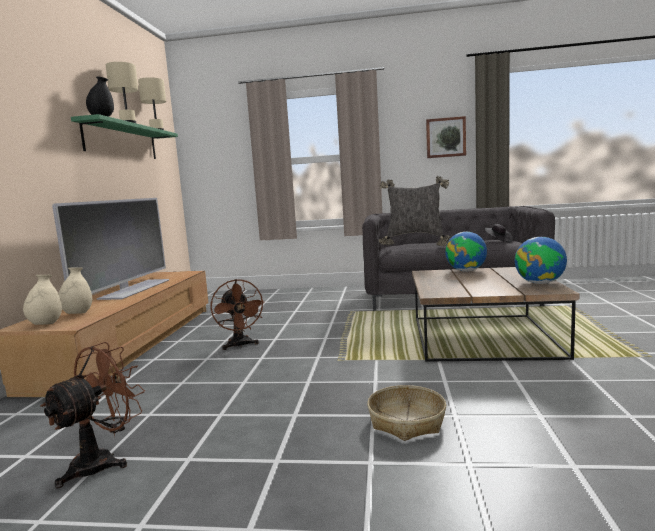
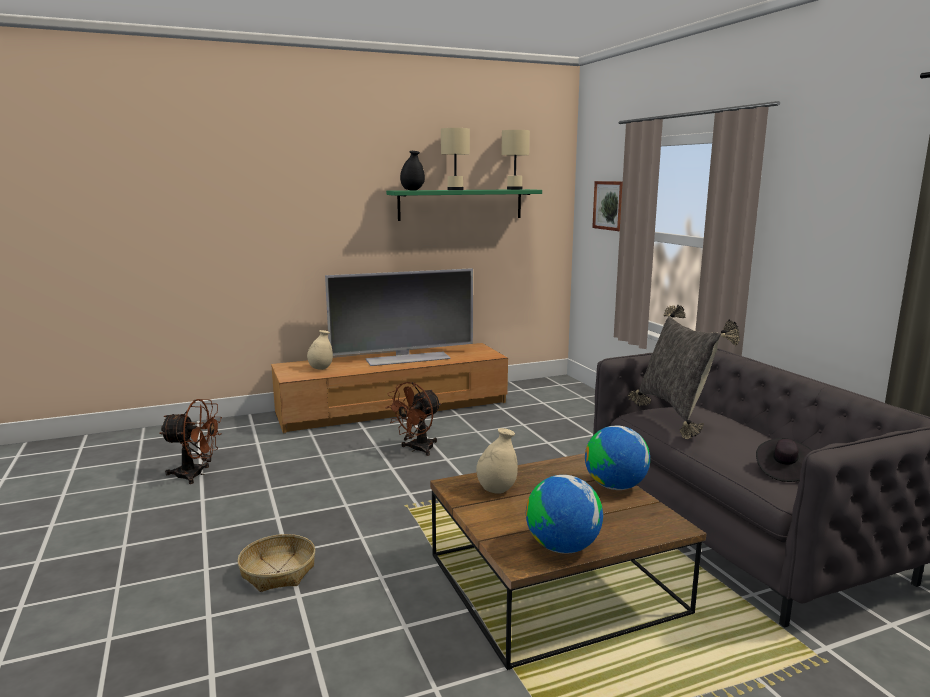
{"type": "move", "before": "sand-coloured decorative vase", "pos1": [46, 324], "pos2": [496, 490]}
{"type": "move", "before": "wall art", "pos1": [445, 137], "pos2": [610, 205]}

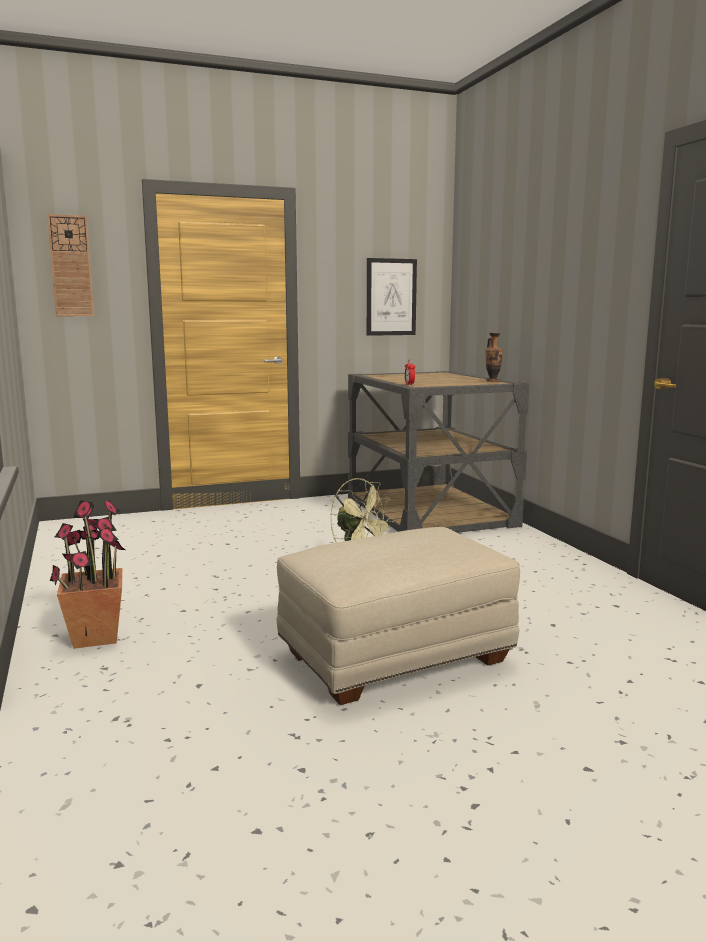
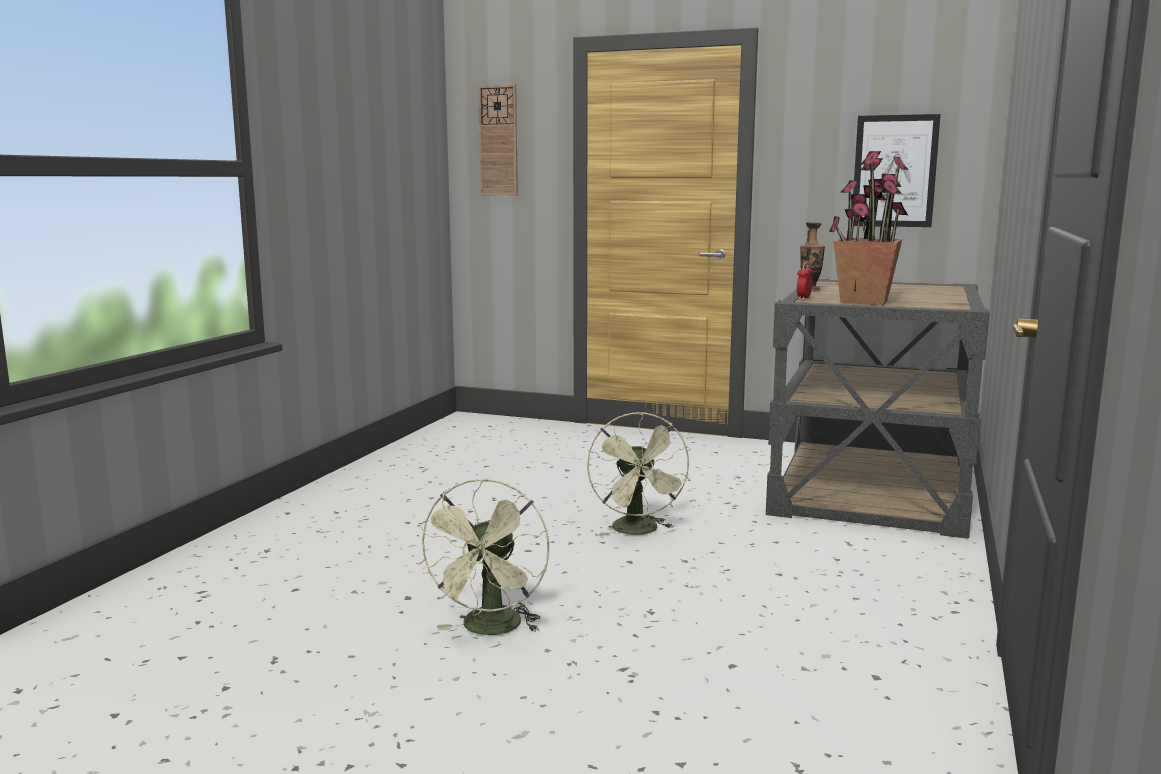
{"type": "move", "before": "plant in a pot", "pos1": [95, 637], "pos2": [864, 301]}
{"type": "replace", "before": "sand-coloured pouffe", "after": "greenish electric fan", "pos1": [396, 656], "pos2": [490, 630]}
{"type": "move", "before": "decorative vase", "pos1": [492, 381], "pos2": [810, 289]}

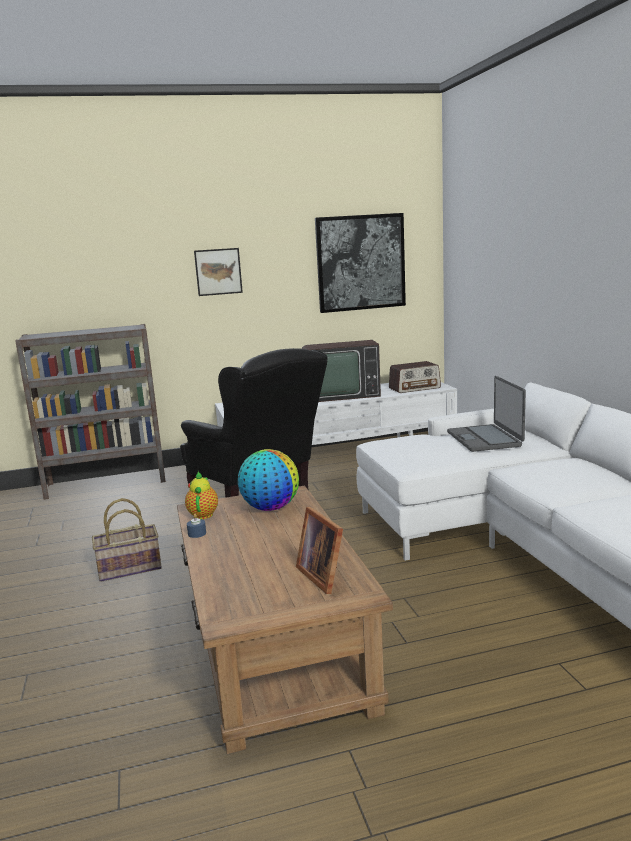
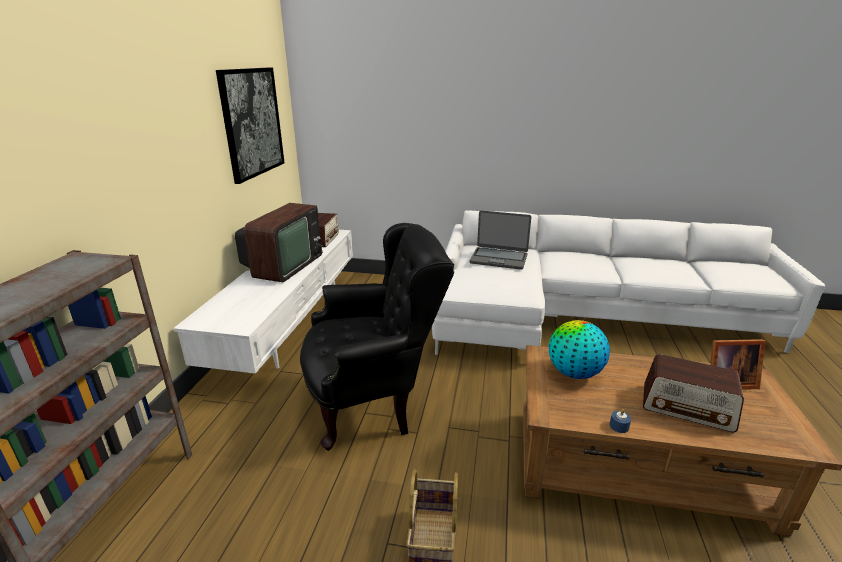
{"type": "delete", "before": "tea pot", "pos1": [203, 514]}
{"type": "delete", "before": "wall art", "pos1": [218, 271]}
{"type": "insert", "after": "radio receiver", "pos2": [687, 408]}

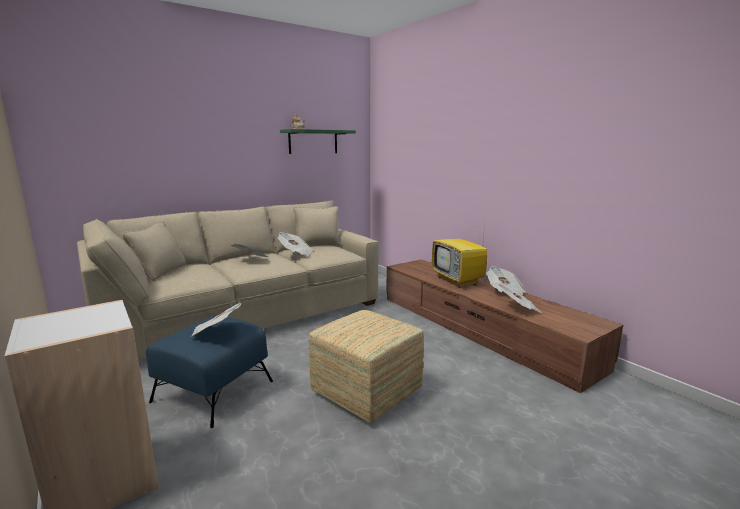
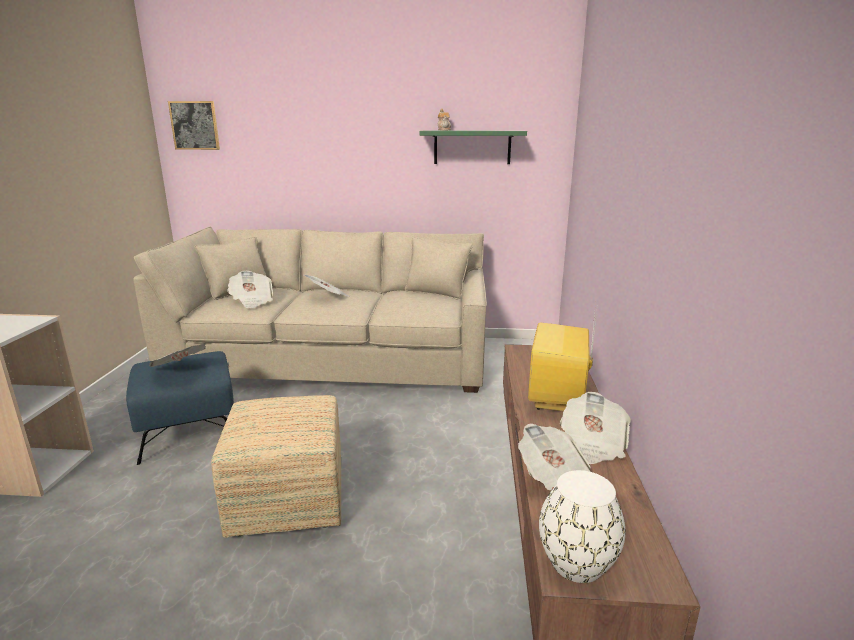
{"type": "move", "before": "printed paper", "pos1": [296, 253], "pos2": [252, 301]}
{"type": "insert", "after": "wall art", "pos2": [195, 125]}
{"type": "insert", "after": "white-coloured decorative vase", "pos2": [577, 564]}

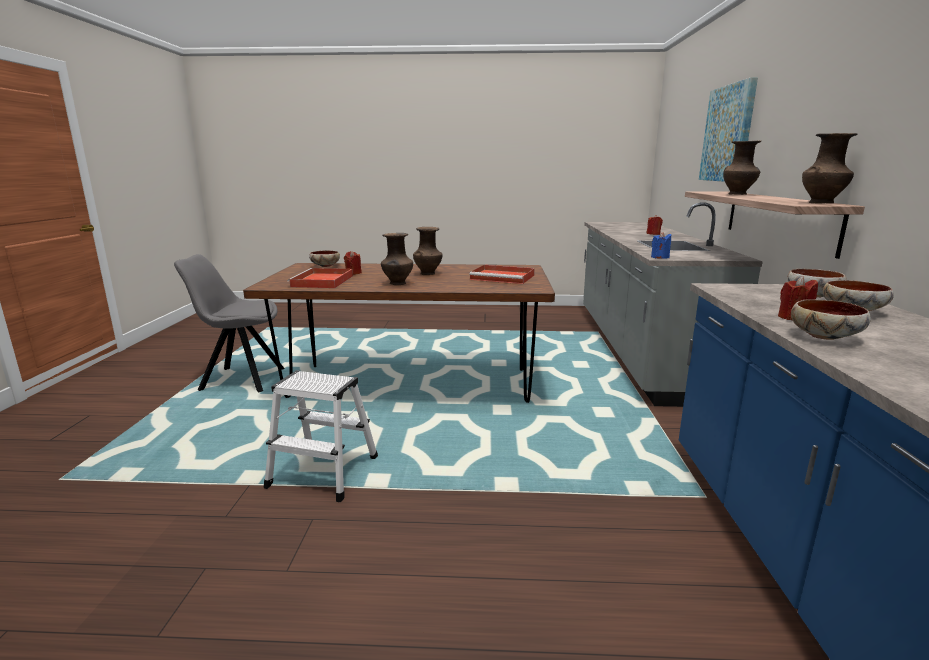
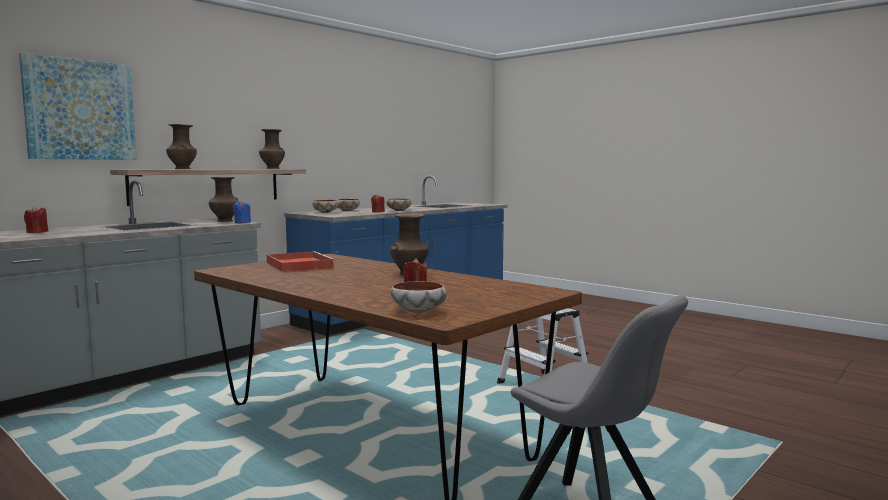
{"type": "delete", "before": "reddish carrying tray", "pos1": [322, 281]}
{"type": "move", "before": "brown-coloured decorative vase", "pos1": [428, 273], "pos2": [224, 221]}

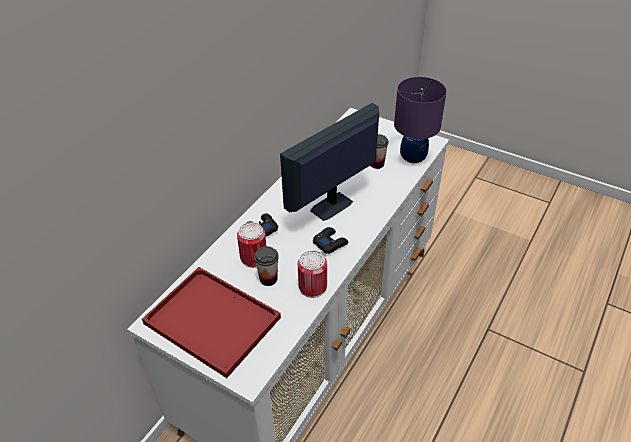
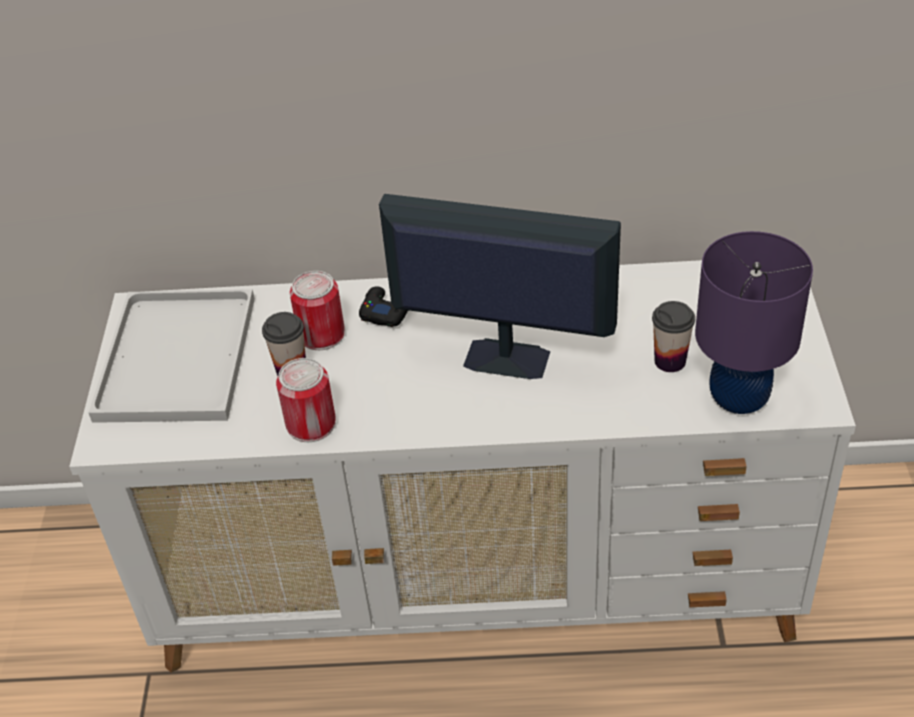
{"type": "recolor", "before": "reddish carrying tray", "after": "white-coloured carrying tray", "pos1": [209, 320], "pos2": [175, 355]}
{"type": "delete", "before": "black game controller", "pos1": [330, 243]}

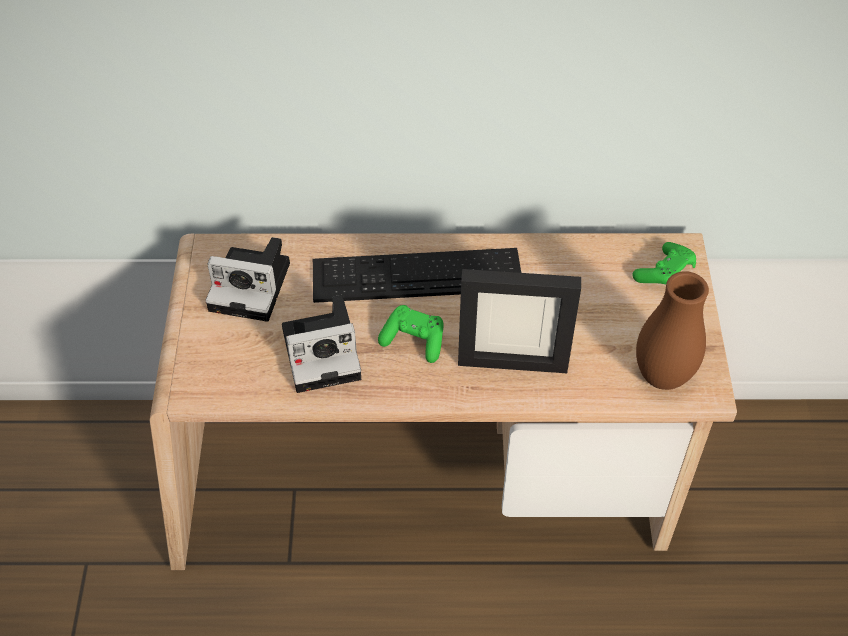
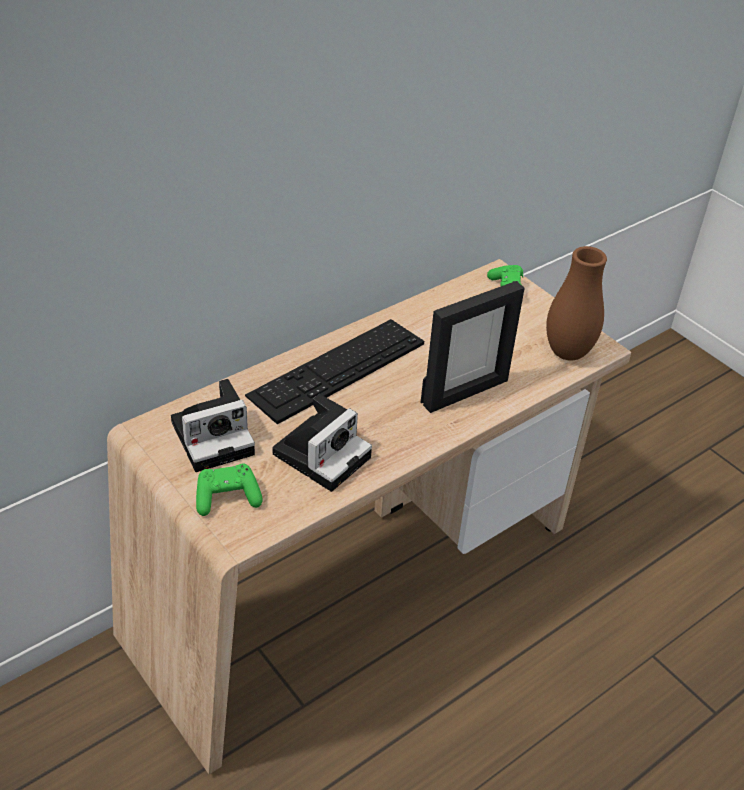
{"type": "move", "before": "greenish game controller", "pos1": [414, 340], "pos2": [227, 498]}

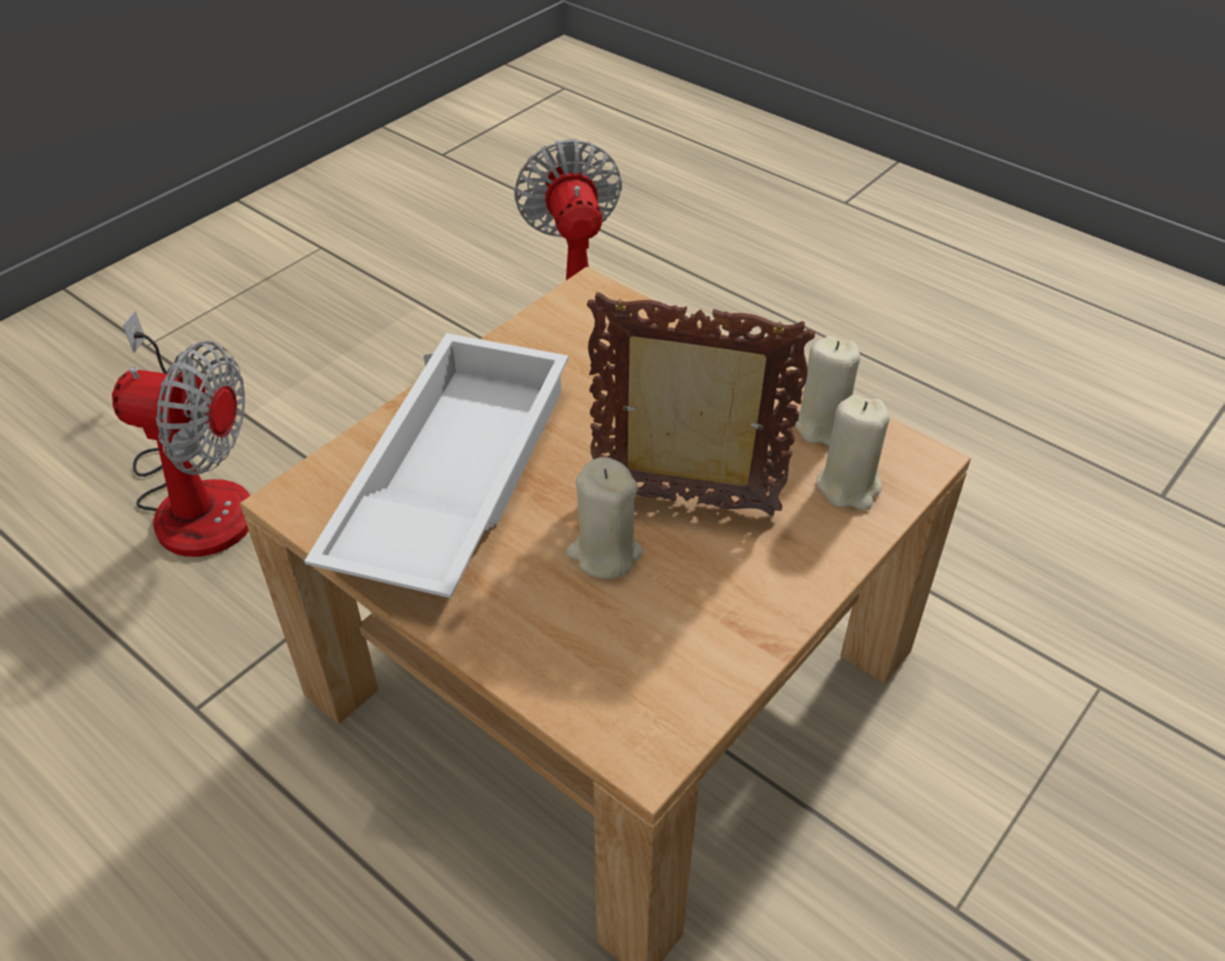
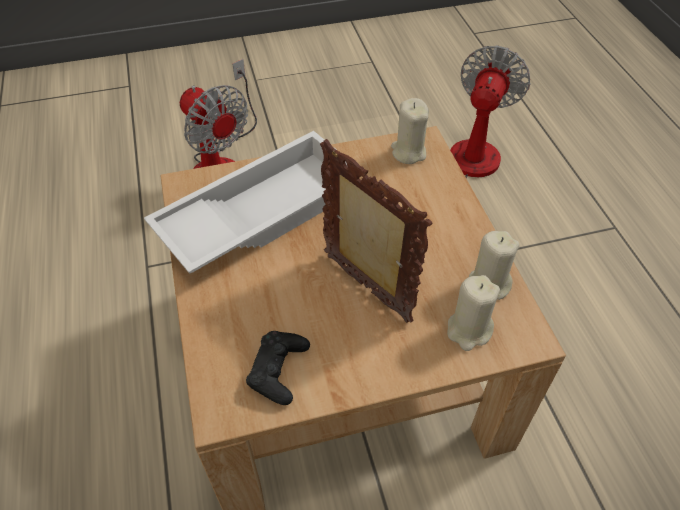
{"type": "move", "before": "sand-coloured wax light", "pos1": [604, 553], "pos2": [408, 152]}
{"type": "insert", "after": "black game controller", "pos2": [278, 370]}

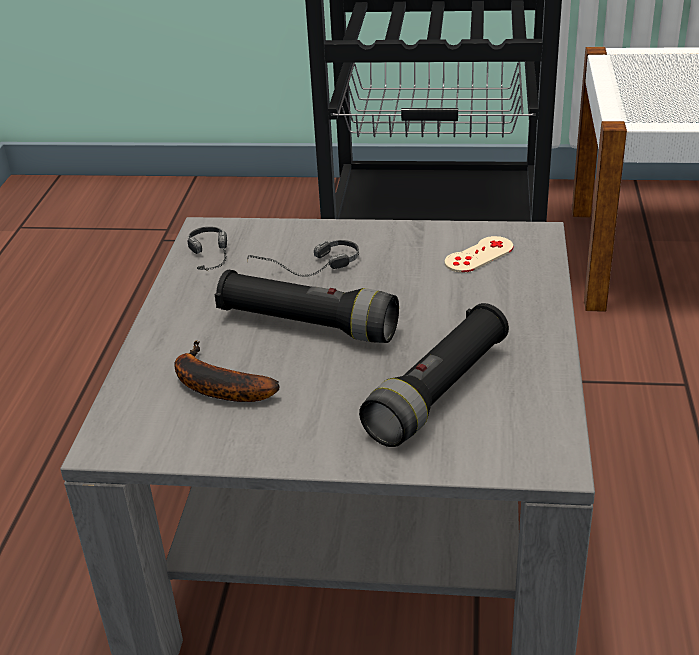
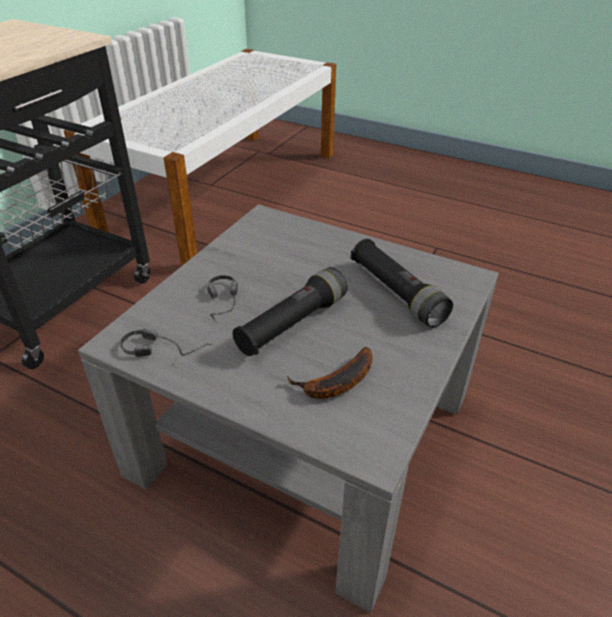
{"type": "delete", "before": "sand-coloured game controller", "pos1": [479, 255]}

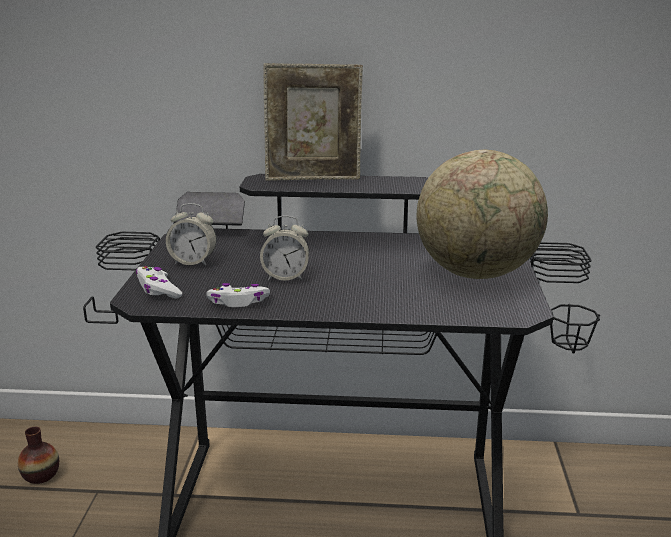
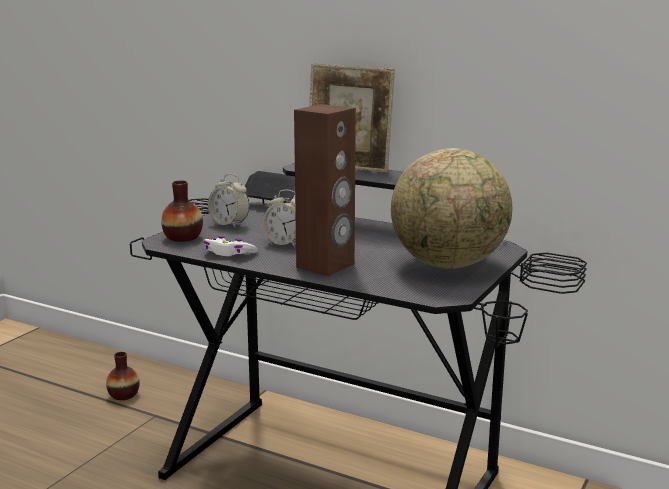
{"type": "replace", "before": "white-coloured game controller", "after": "decorative vase", "pos1": [158, 290], "pos2": [183, 237]}
{"type": "insert", "after": "brown-coloured speaker", "pos2": [326, 266]}

